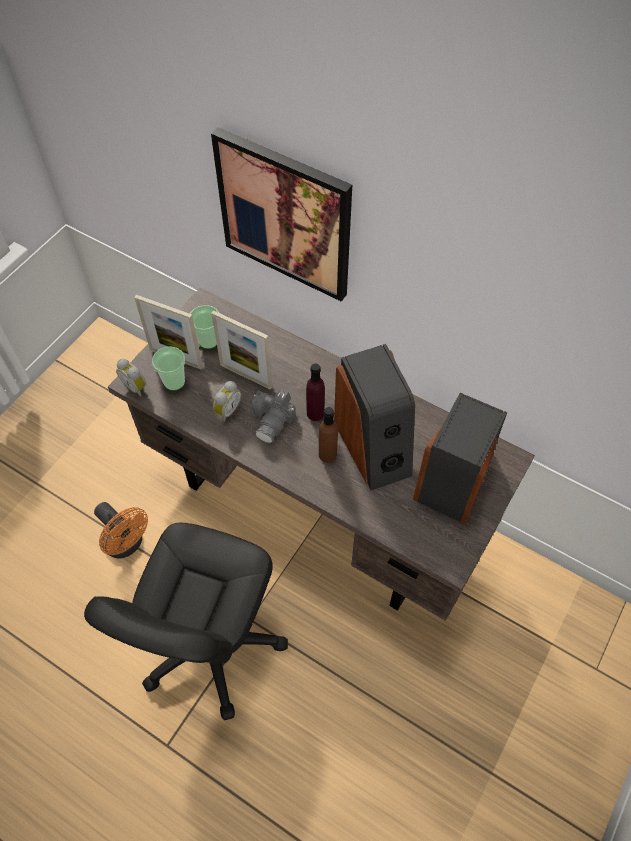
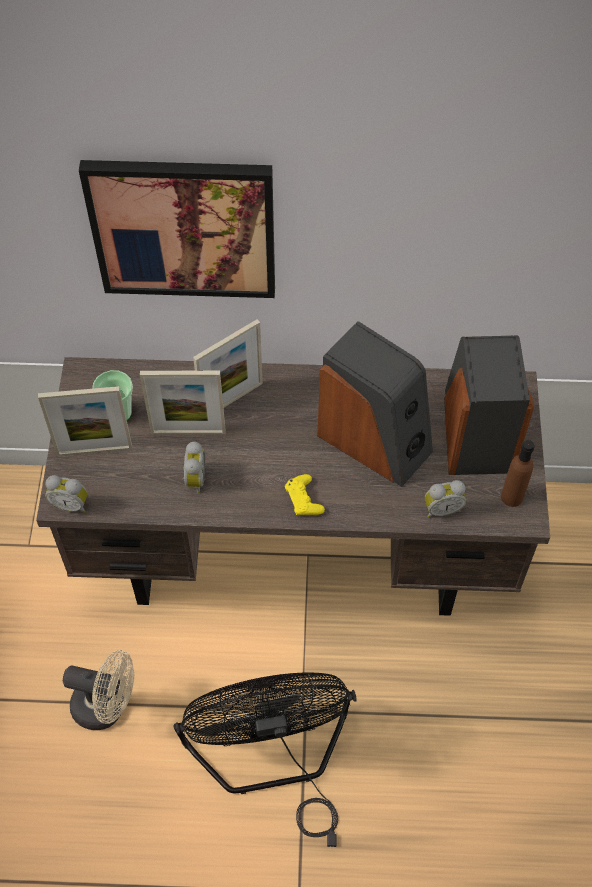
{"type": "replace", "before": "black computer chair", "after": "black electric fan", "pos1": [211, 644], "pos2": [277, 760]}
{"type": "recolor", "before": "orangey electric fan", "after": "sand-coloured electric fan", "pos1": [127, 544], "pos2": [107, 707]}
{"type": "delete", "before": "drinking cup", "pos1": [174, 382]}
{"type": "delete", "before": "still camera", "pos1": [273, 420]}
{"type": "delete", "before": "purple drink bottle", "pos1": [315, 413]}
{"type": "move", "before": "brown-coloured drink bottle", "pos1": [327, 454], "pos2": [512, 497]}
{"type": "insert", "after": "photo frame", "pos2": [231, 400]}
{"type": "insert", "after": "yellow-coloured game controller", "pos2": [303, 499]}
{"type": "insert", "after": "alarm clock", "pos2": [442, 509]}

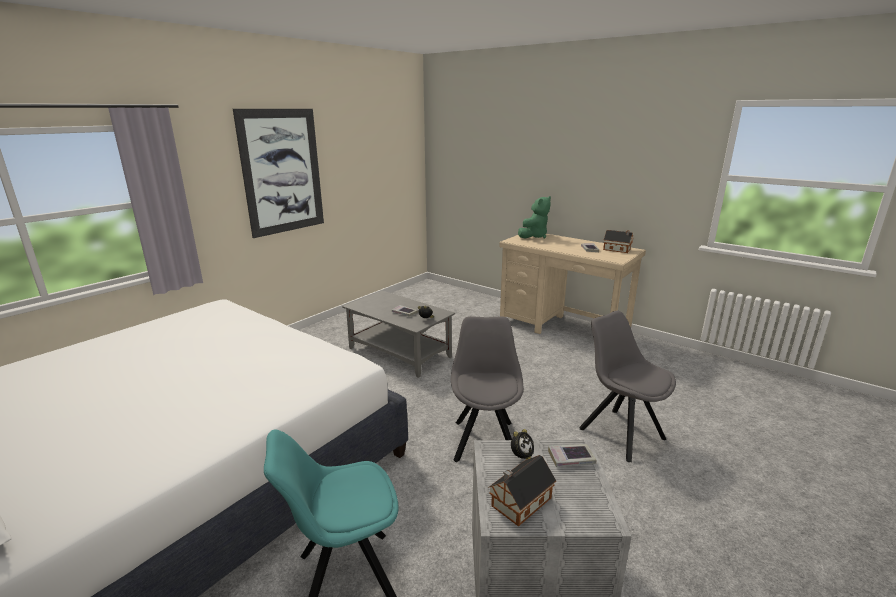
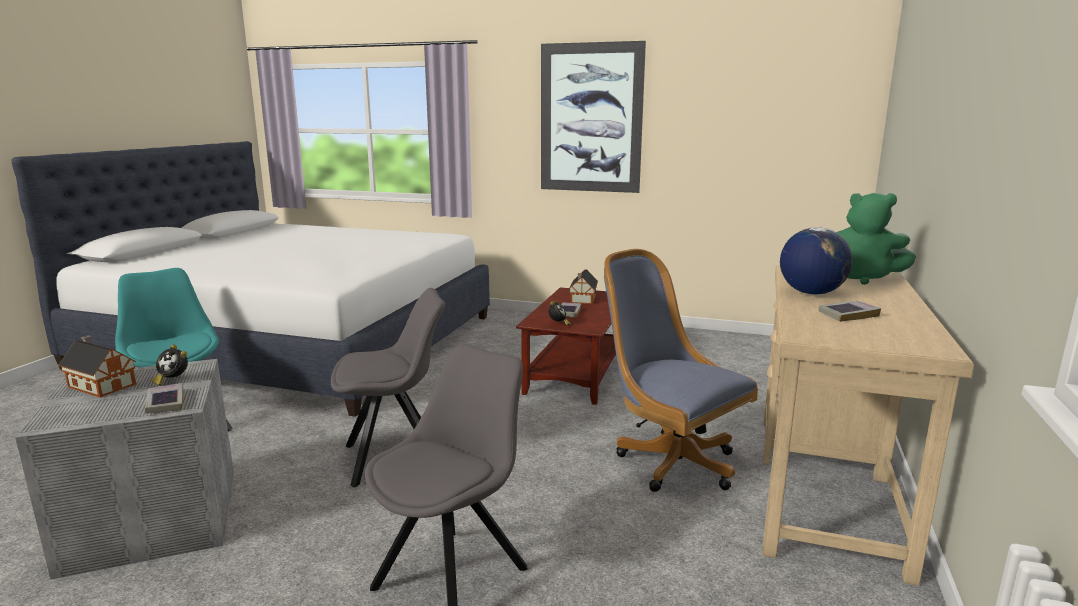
{"type": "recolor", "before": "greyish low table", "after": "brown-coloured low table", "pos1": [400, 352], "pos2": [577, 373]}
{"type": "move", "before": "miniature house", "pos1": [618, 249], "pos2": [582, 299]}
{"type": "insert", "after": "blue-coloured computer chair", "pos2": [668, 460]}
{"type": "insert", "after": "desk globe", "pos2": [811, 293]}

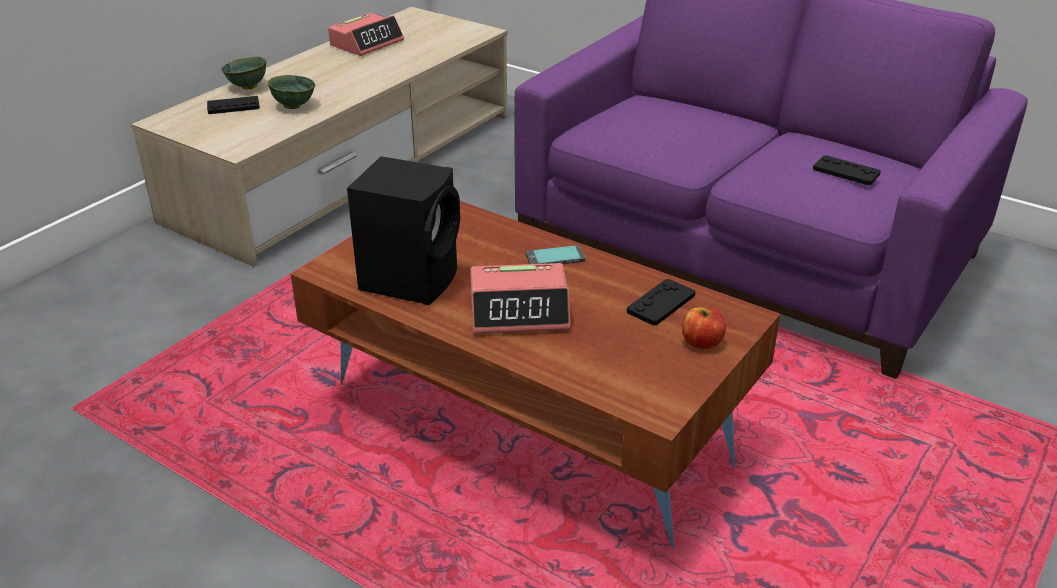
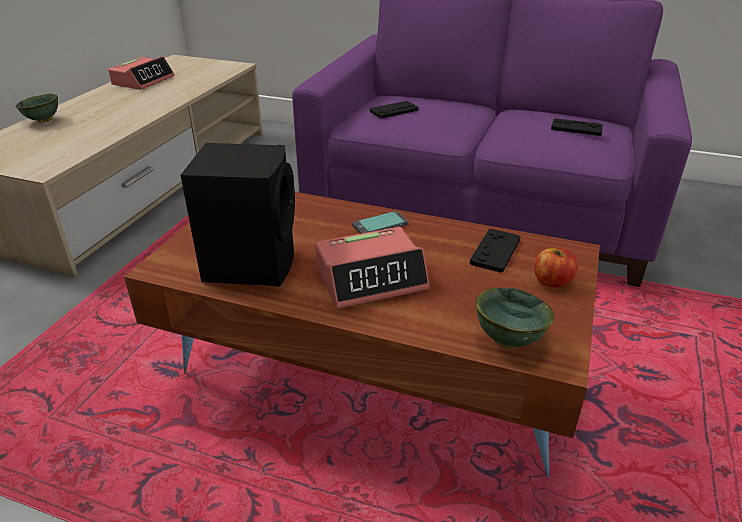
{"type": "move", "before": "black game controller", "pos1": [233, 106], "pos2": [394, 111]}
{"type": "move", "before": "greenish bowl", "pos1": [293, 106], "pos2": [507, 339]}

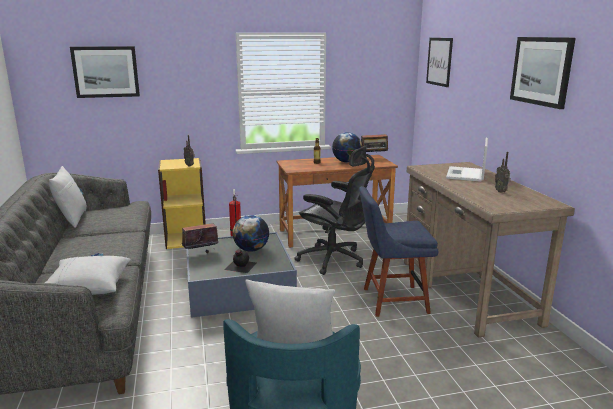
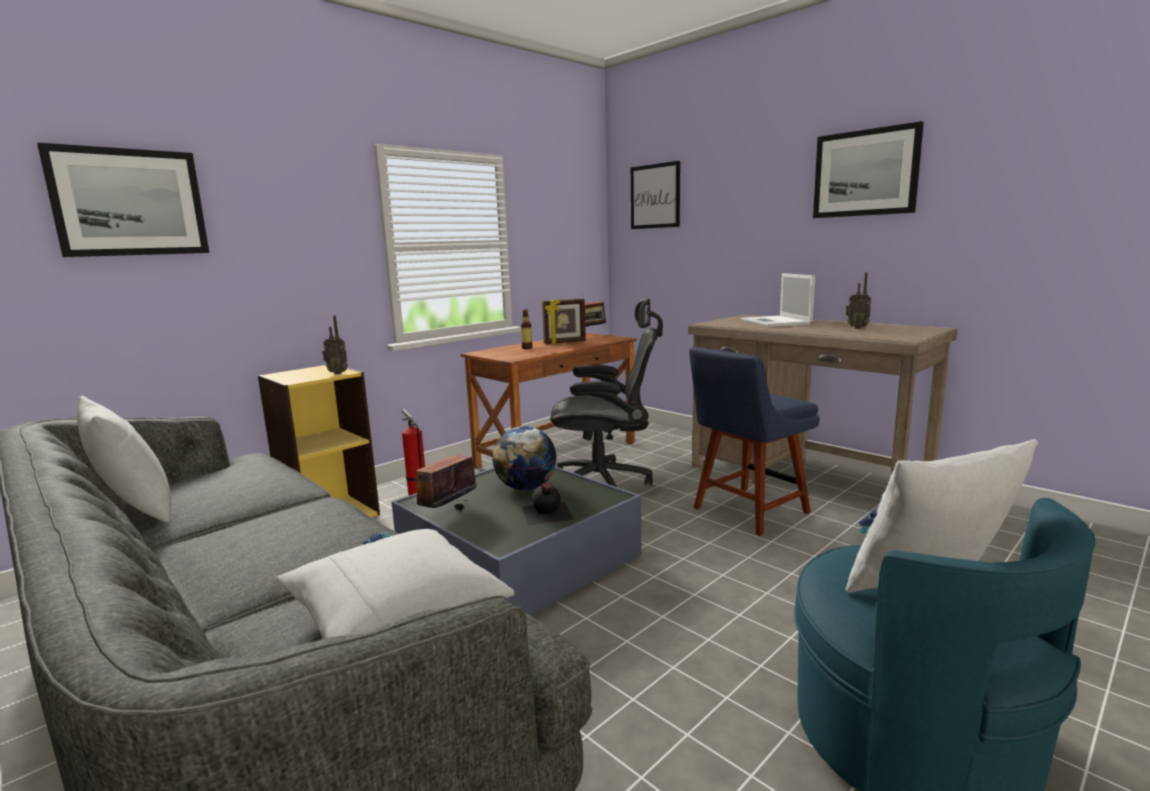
{"type": "replace", "before": "desk globe", "after": "photo frame", "pos1": [346, 162], "pos2": [565, 342]}

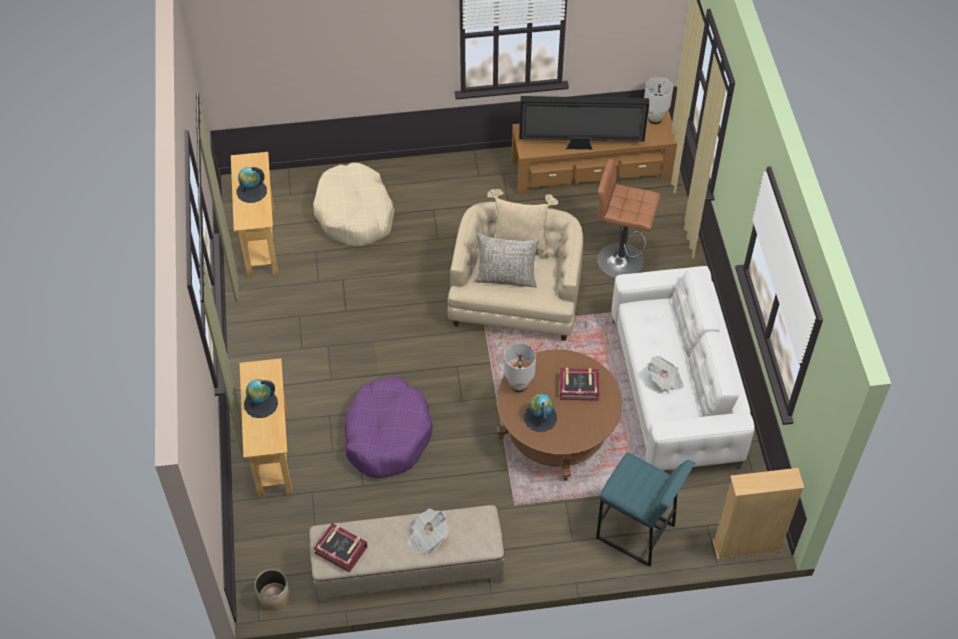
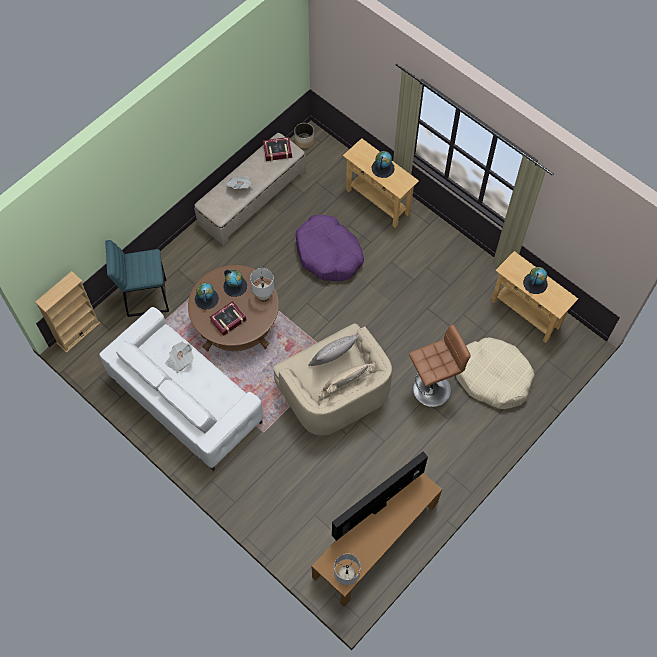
{"type": "move", "before": "brown-coloured stool", "pos1": [620, 260], "pos2": [432, 389]}
{"type": "insert", "after": "desk globe", "pos2": [206, 298]}

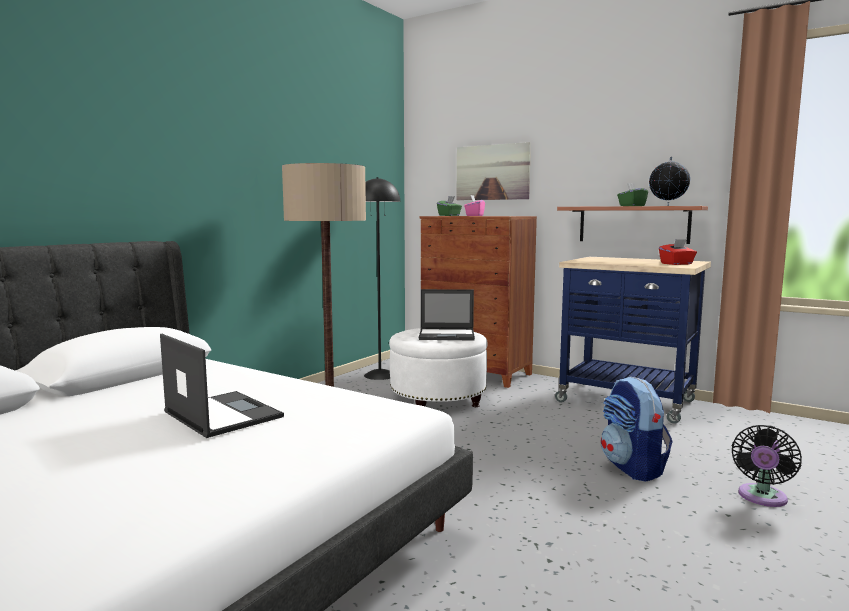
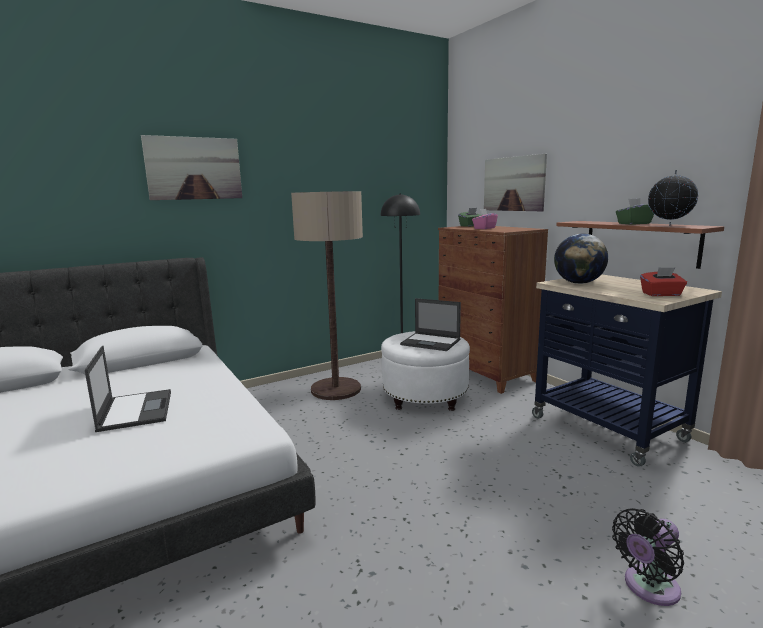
{"type": "delete", "before": "rucksack", "pos1": [632, 468]}
{"type": "insert", "after": "wall art", "pos2": [194, 168]}
{"type": "insert", "after": "desk globe", "pos2": [578, 283]}

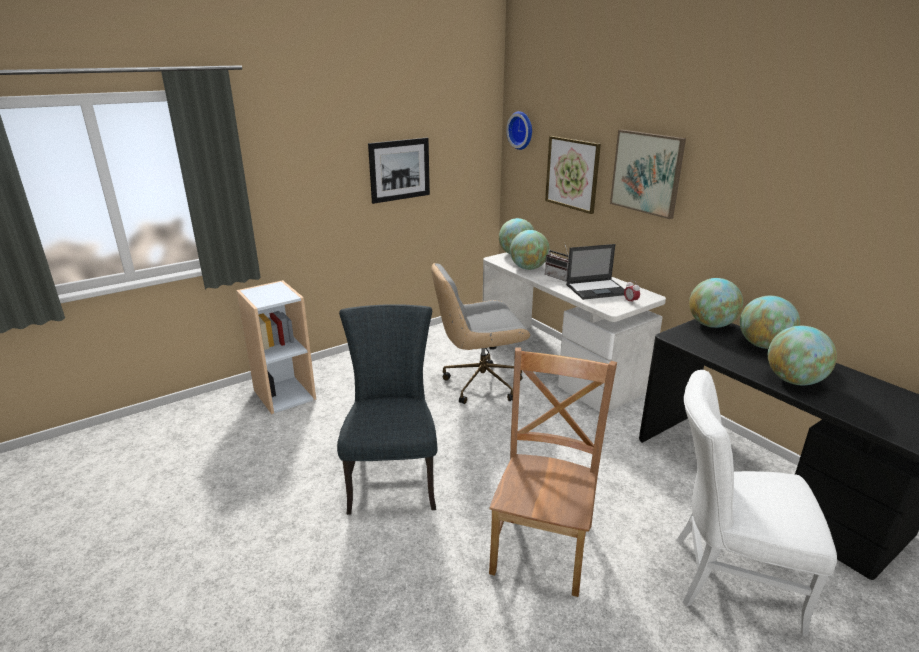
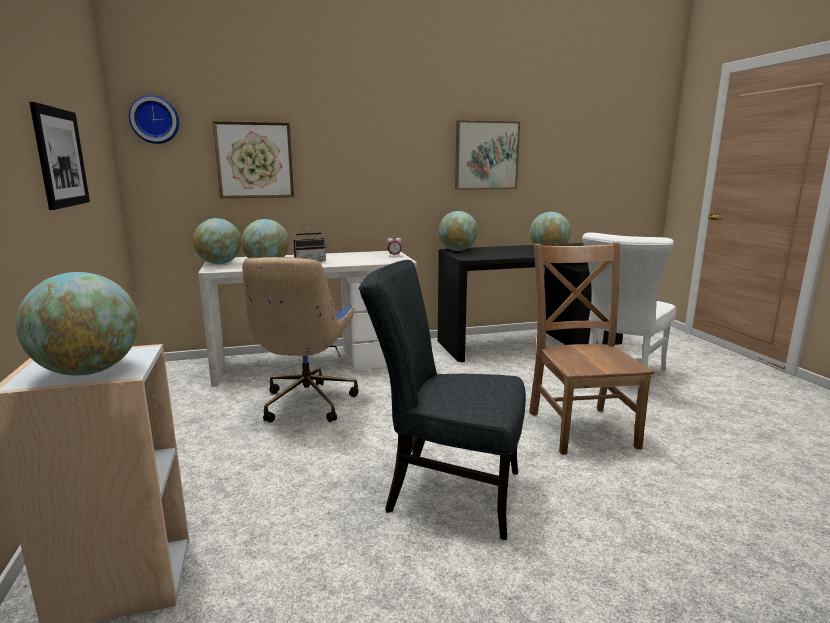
{"type": "recolor", "before": "greyish computer chair", "after": "blue-coloured computer chair", "pos1": [479, 385], "pos2": [306, 405]}
{"type": "rotate", "before": "brown-coloured plain chair", "pos1": [543, 545], "pos2": [580, 427], "turn": 45}
{"type": "delete", "before": "laptop", "pos1": [597, 289]}
{"type": "move", "before": "wall art", "pos1": [647, 173], "pos2": [486, 155]}
{"type": "move", "before": "desk globe", "pos1": [763, 346], "pos2": [89, 371]}

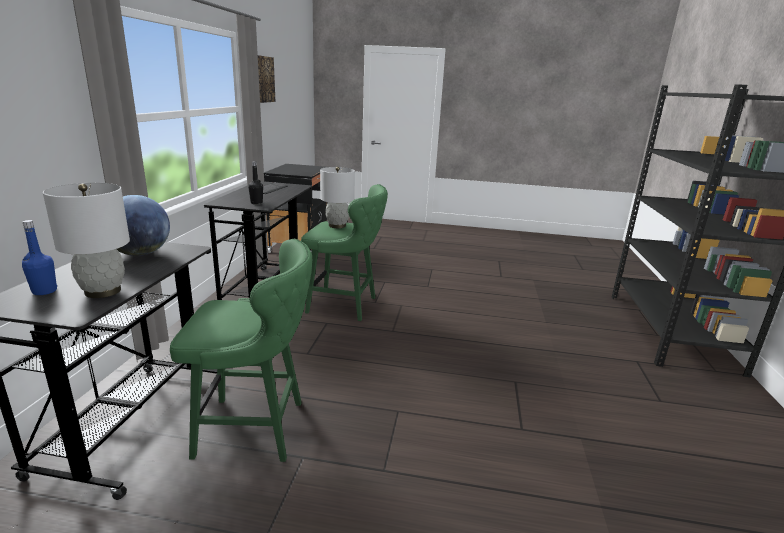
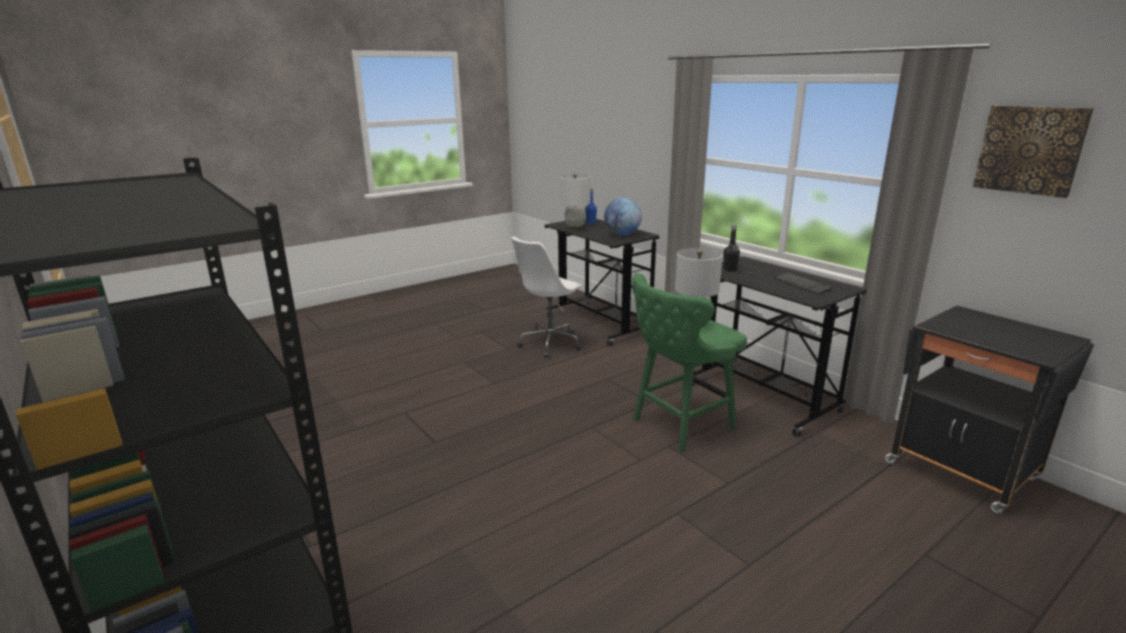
{"type": "replace", "before": "greenish stool", "after": "white-coloured computer chair", "pos1": [256, 428], "pos2": [548, 345]}

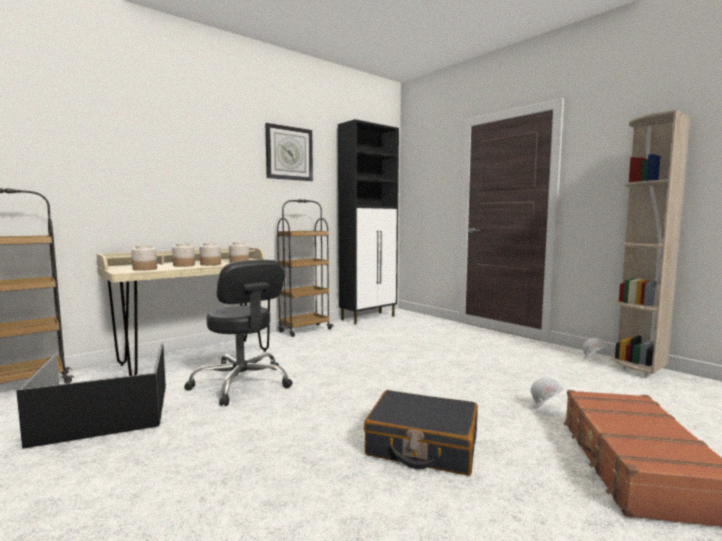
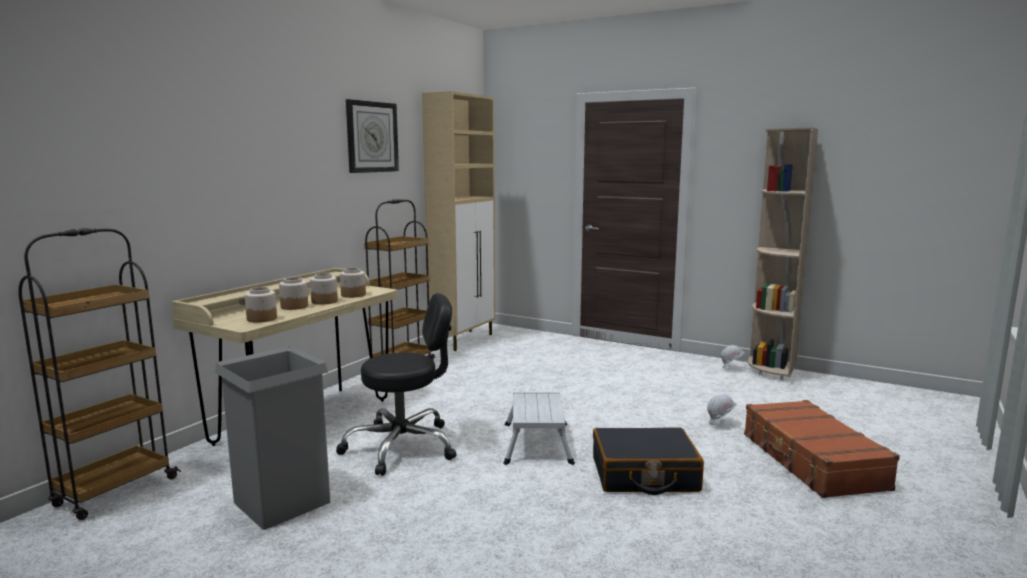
{"type": "replace", "before": "black storage bin", "after": "greyish waste bin", "pos1": [107, 412], "pos2": [282, 502]}
{"type": "rotate", "before": "black computer chair", "pos1": [243, 385], "pos2": [407, 446], "turn": -45}
{"type": "recolor", "before": "black storage cabinet", "after": "sand-coloured storage cabinet", "pos1": [369, 318], "pos2": [463, 340]}
{"type": "insert", "after": "white-coloured stepladder", "pos2": [537, 442]}

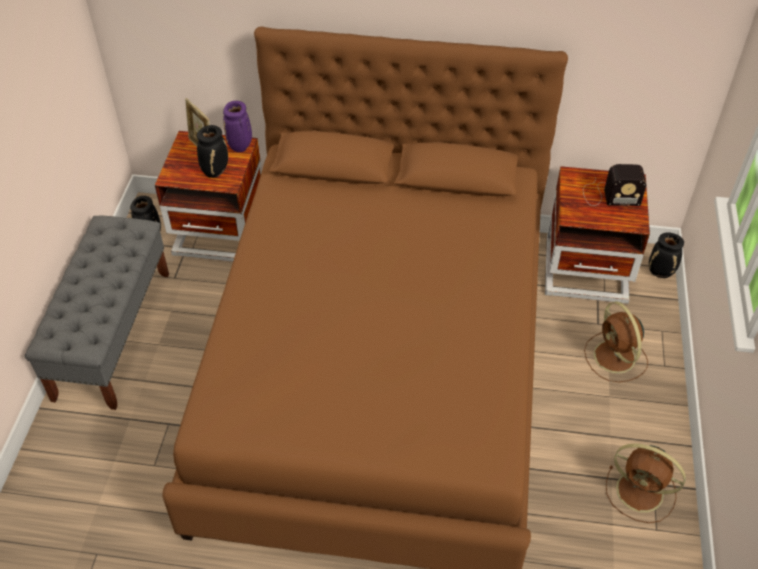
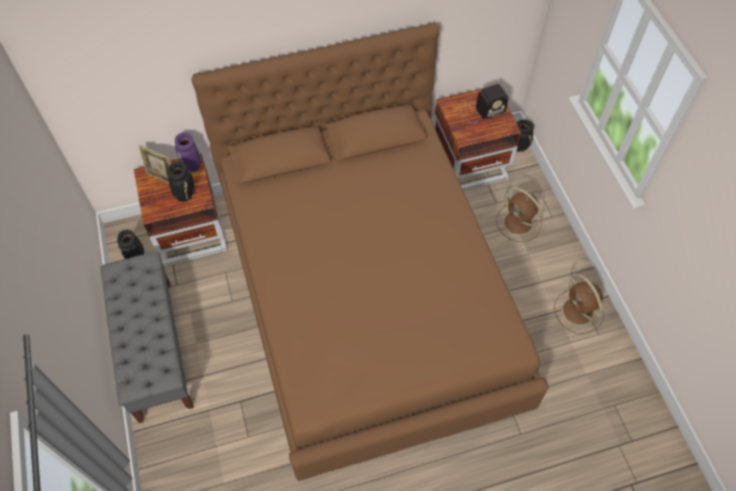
{"type": "rotate", "before": "brown-coloured electric fan", "pos1": [642, 492], "pos2": [578, 312], "turn": 60}

